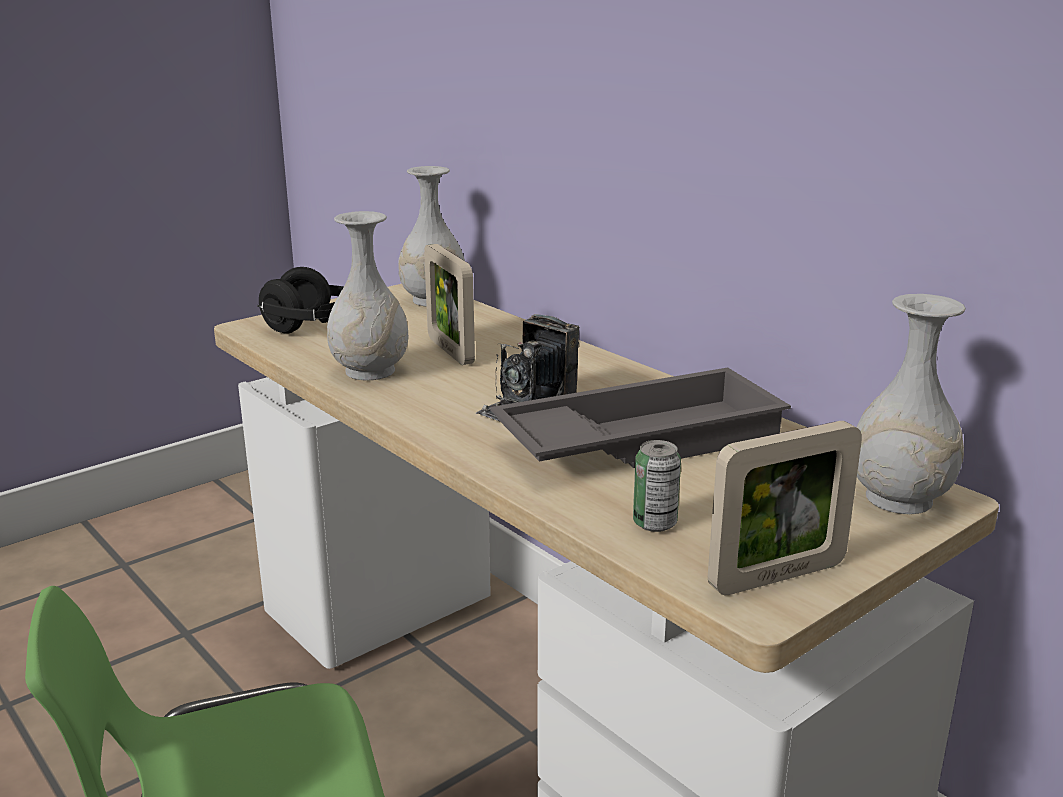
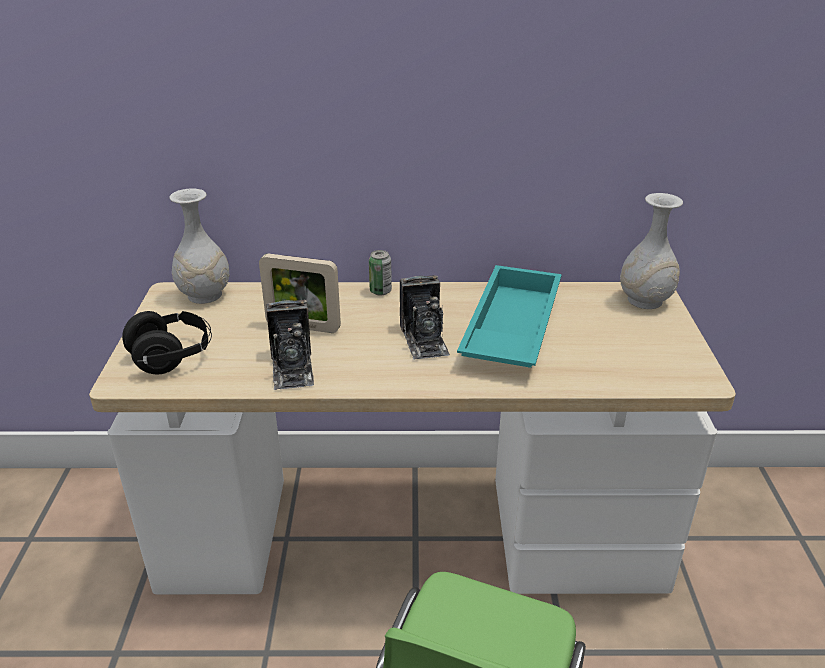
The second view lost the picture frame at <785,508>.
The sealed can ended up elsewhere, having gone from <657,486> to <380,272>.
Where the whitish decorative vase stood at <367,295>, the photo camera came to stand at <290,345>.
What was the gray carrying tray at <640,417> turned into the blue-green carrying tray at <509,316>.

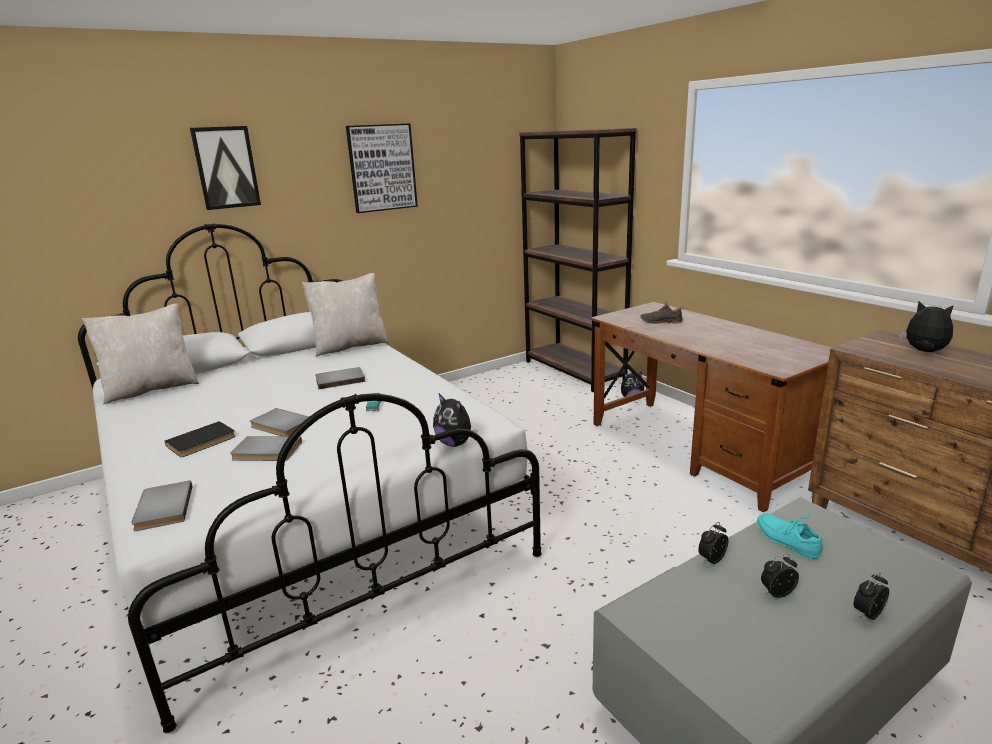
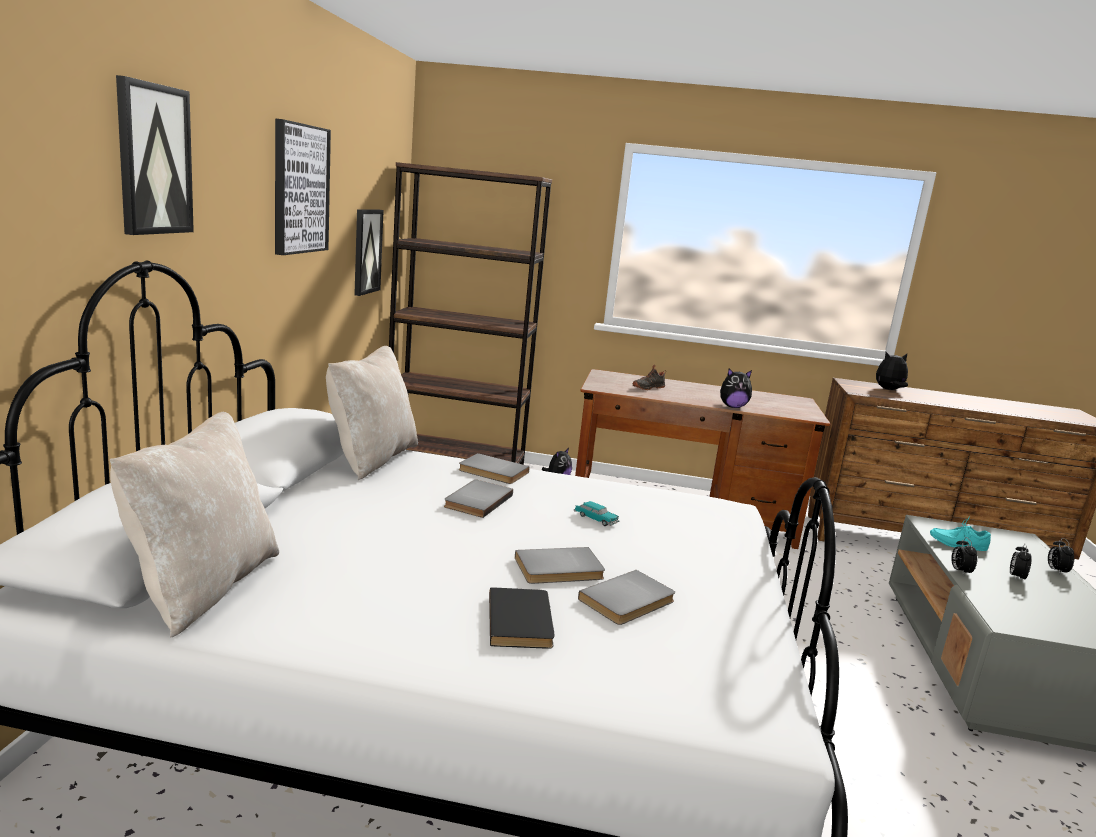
The second view gained the picture at <369,253>.
The gray bound book ended up elsewhere, having gone from <161,505> to <494,468>.
The soft toy ended up elsewhere, having gone from <455,420> to <736,388>.

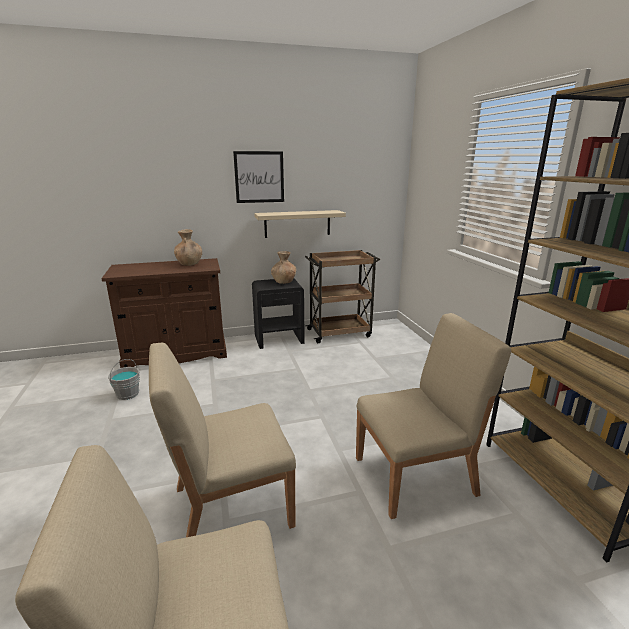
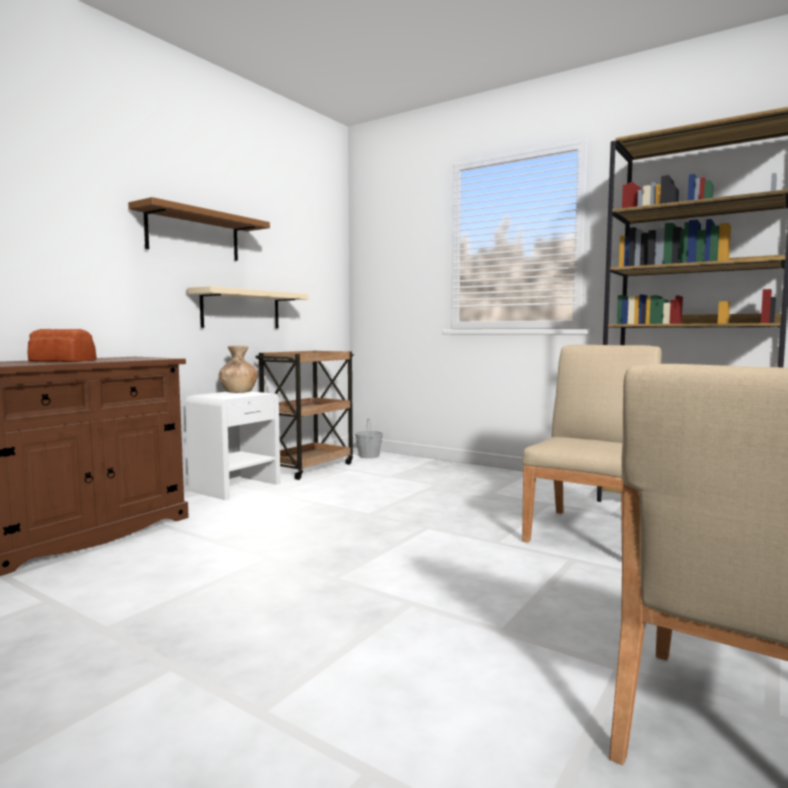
The second view lost the sand-coloured plain chair at <222,440>.
The second view lost the brownish decorative vase at <188,247>.
The second view gained the bread at <62,345>.
The gray bucket ended up elsewhere, having gone from <124,379> to <369,438>.
Where the picture hung at <258,177>, the brownish wall shelf came to hang at <199,229>.
What was the black bedside table at <278,314> turned into the whitish bedside table at <233,445>.

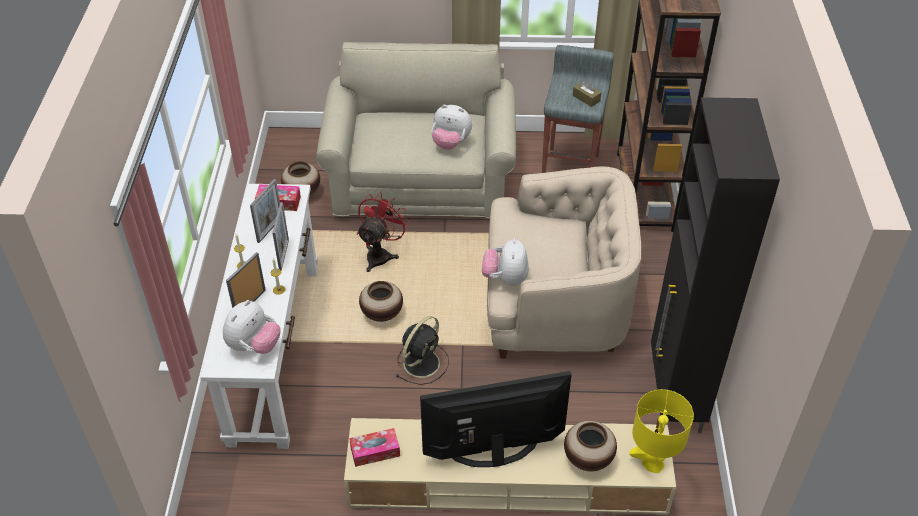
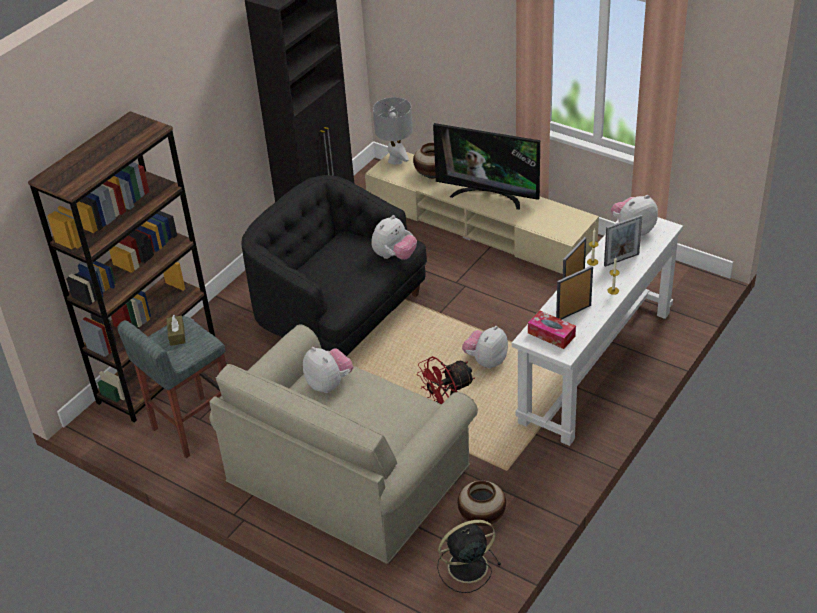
The second view lost the tissue box at <374,447>.
The black electric fan ended up elsewhere, having gone from <422,350> to <469,556>.
Where the decorative vase stood at <381,301>, the soft toy came to stand at <485,347>.
What was the sand-coloured armchair at <564,262> turned into the black armchair at <334,265>.
What was the yellow lamp for a table at <661,431> turned into the gray lamp for a table at <393,131>.

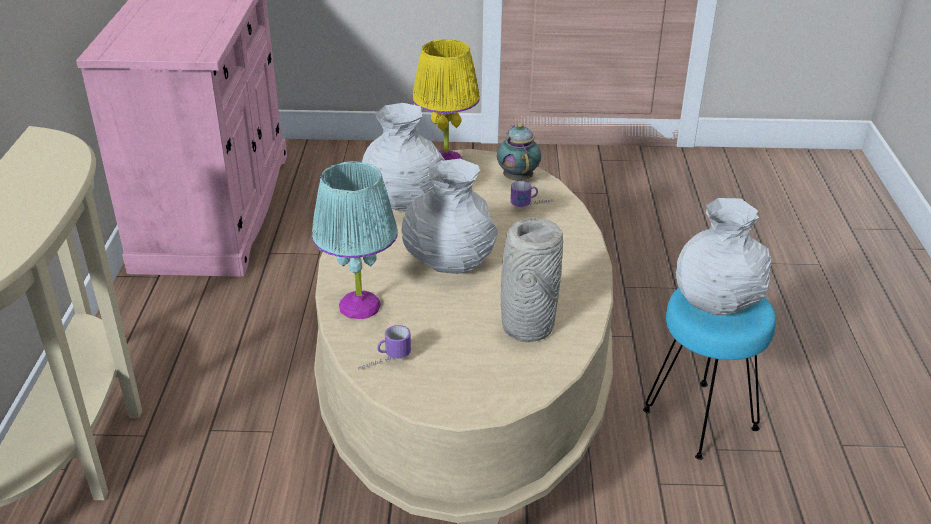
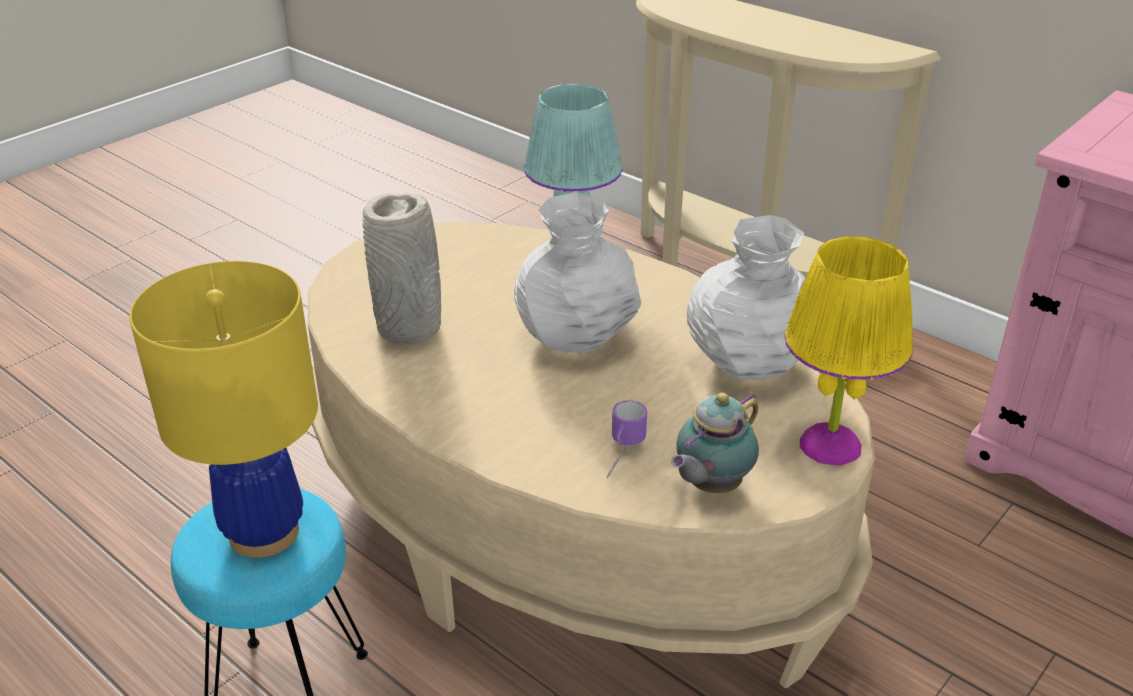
The second view lost the tea mug at <384,347>.
Where the whitish decorative vase stood at <724,257>, the yellow lamp for a table came to stand at <223,409>.
The pot for tea at <519,152> ended up facing another way, 105 degrees clockwise from before.

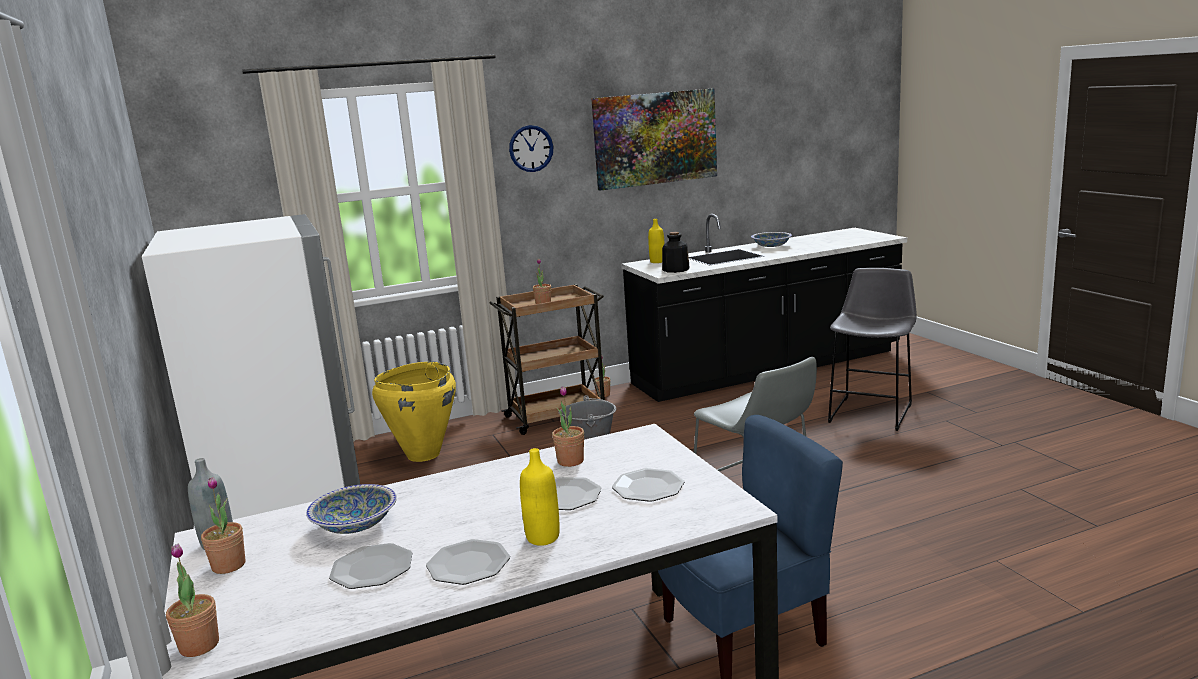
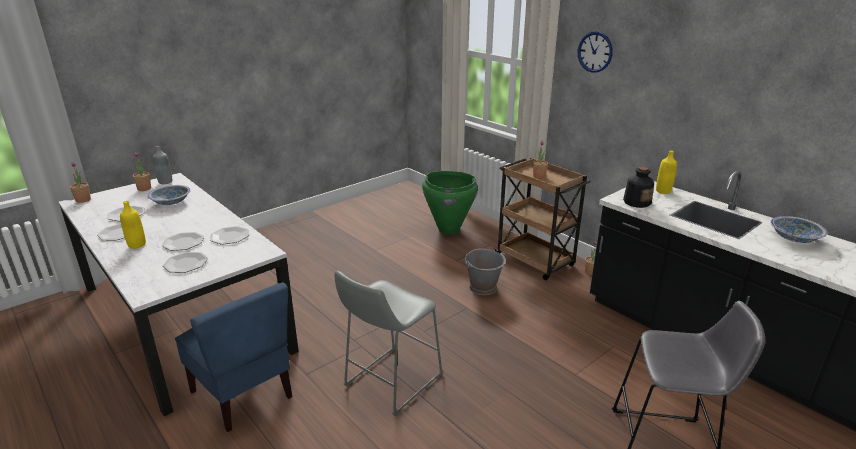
The second view lost the whitish refrigerator at <251,367>.
The second view lost the picture at <654,139>.
Where the potted plant stood at <568,426>, the flat dish came to stand at <229,235>.
What was the yellow decorative vase at <414,411> turned into the green-coloured decorative vase at <450,203>.

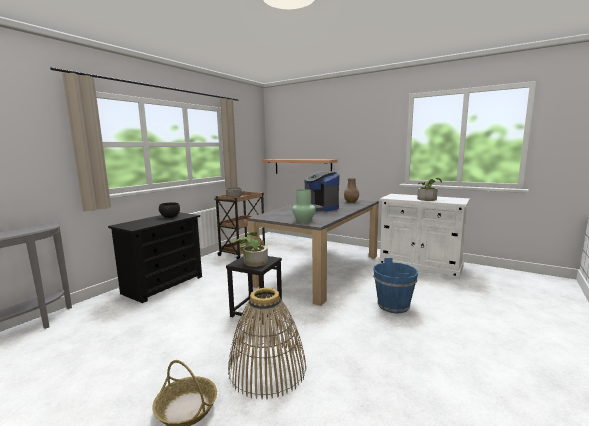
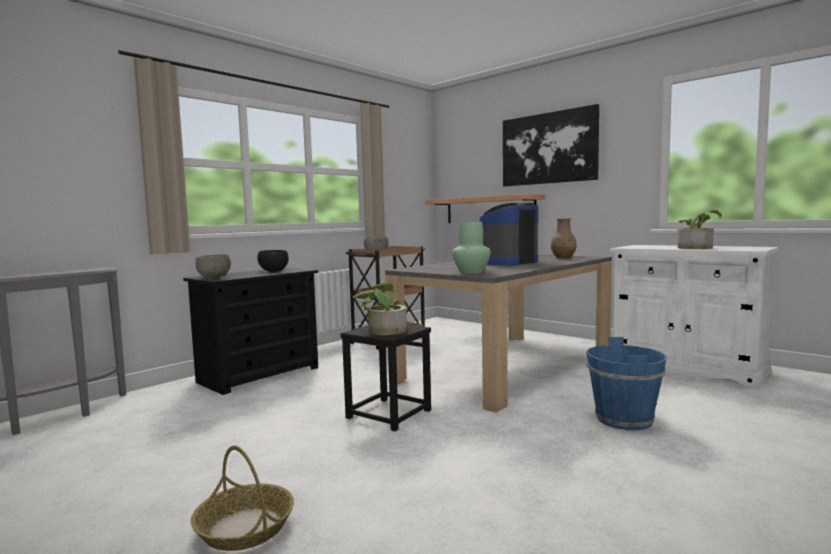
The second view lost the storage basket at <267,344>.
The second view gained the gray bowl at <213,266>.
The second view gained the picture at <551,145>.
The coffee machine at <321,191> ended up facing another way, 75 degrees clockwise from before.

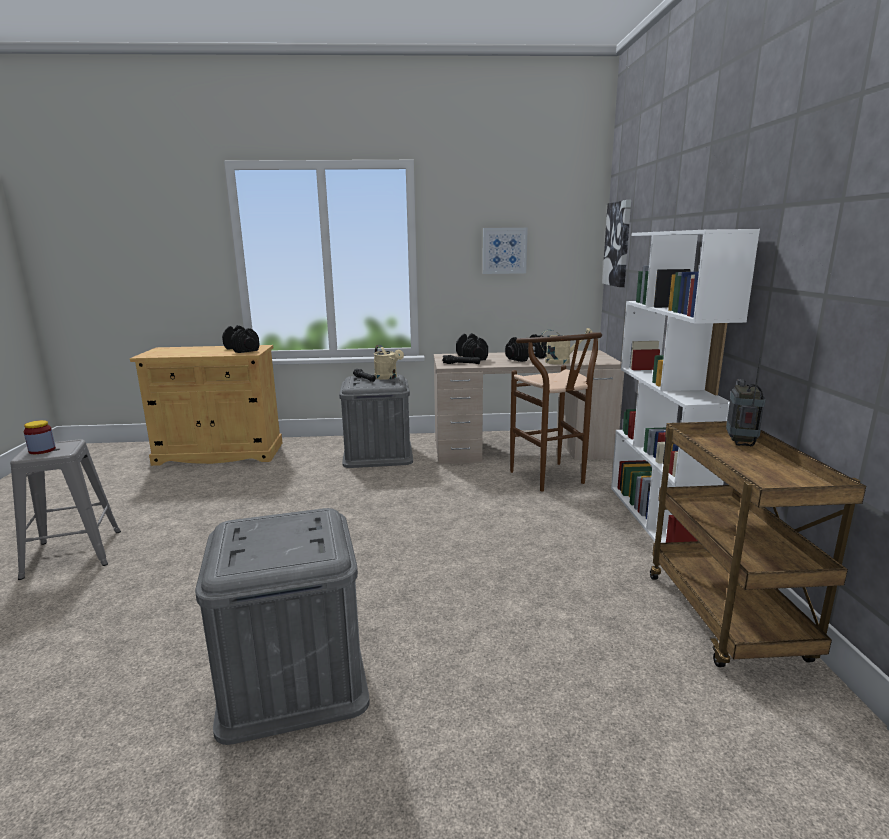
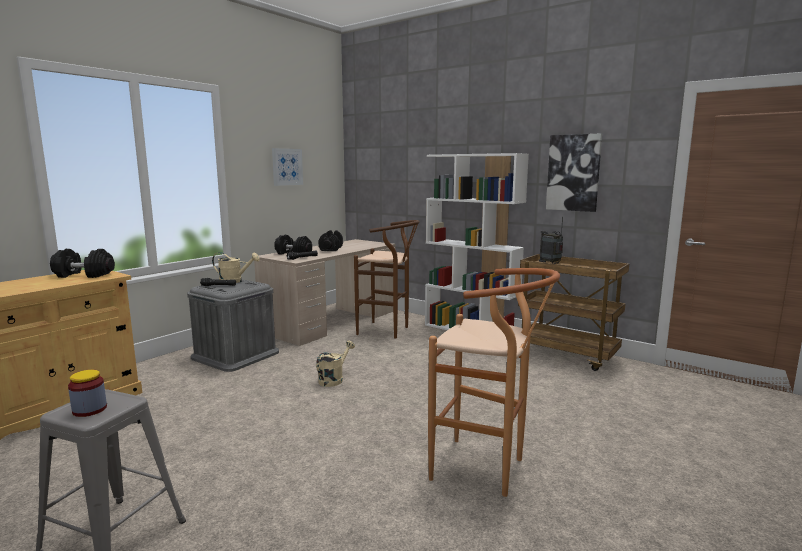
The sand-coloured watering can ended up elsewhere, having gone from <566,346> to <335,364>.
The picture ended up elsewhere, having gone from <616,243> to <574,172>.
Where the gray storage box stood at <282,626>, the brownish stool came to stand at <494,382>.

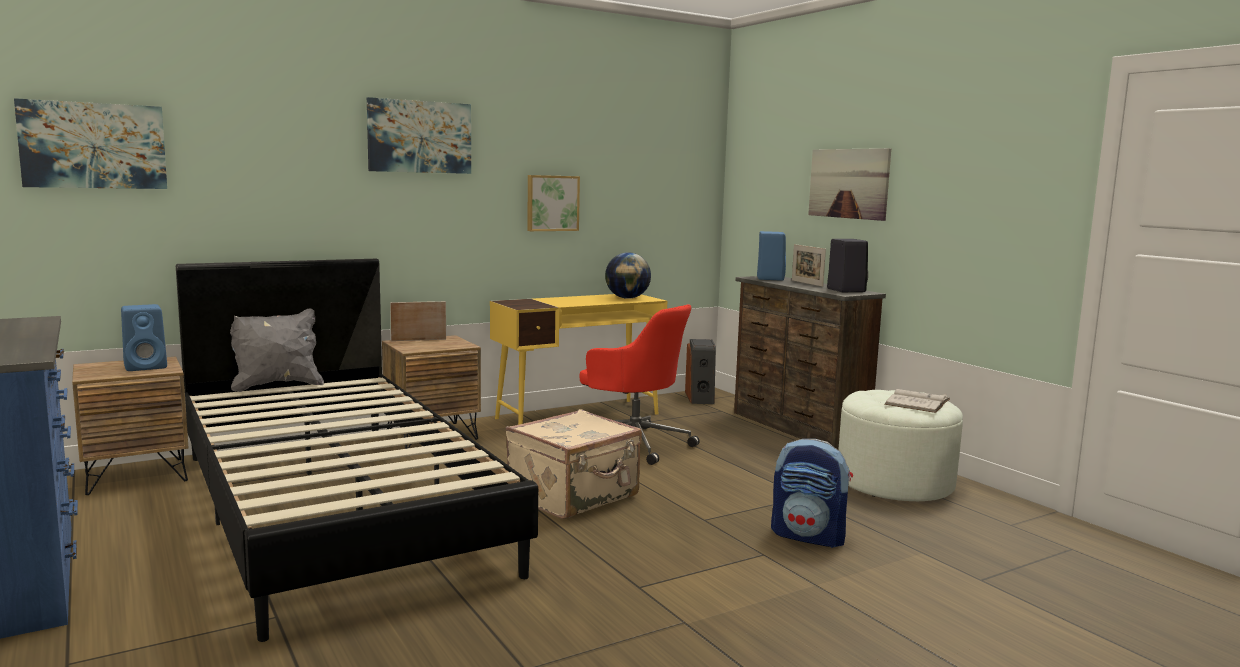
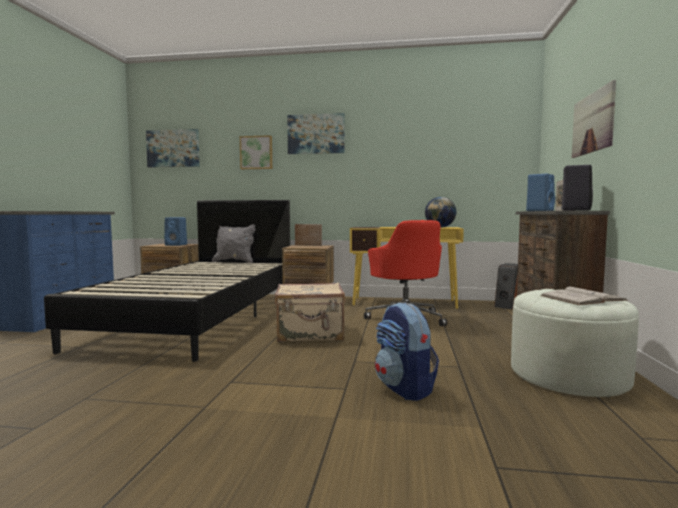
The picture ended up elsewhere, having gone from <553,203> to <256,152>.

